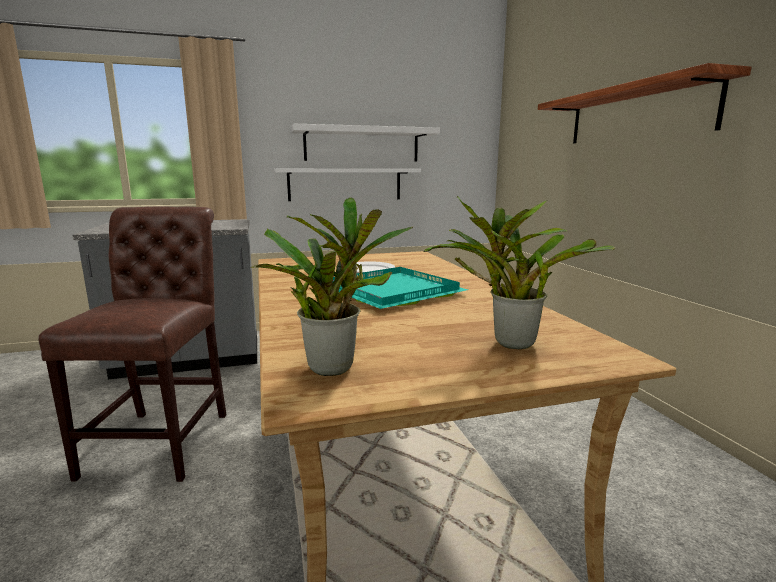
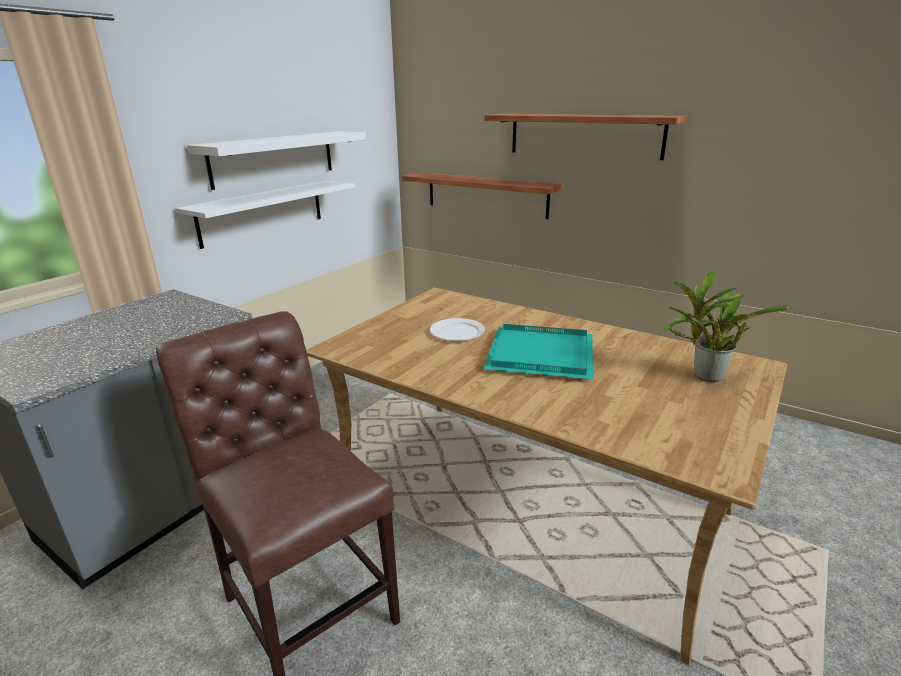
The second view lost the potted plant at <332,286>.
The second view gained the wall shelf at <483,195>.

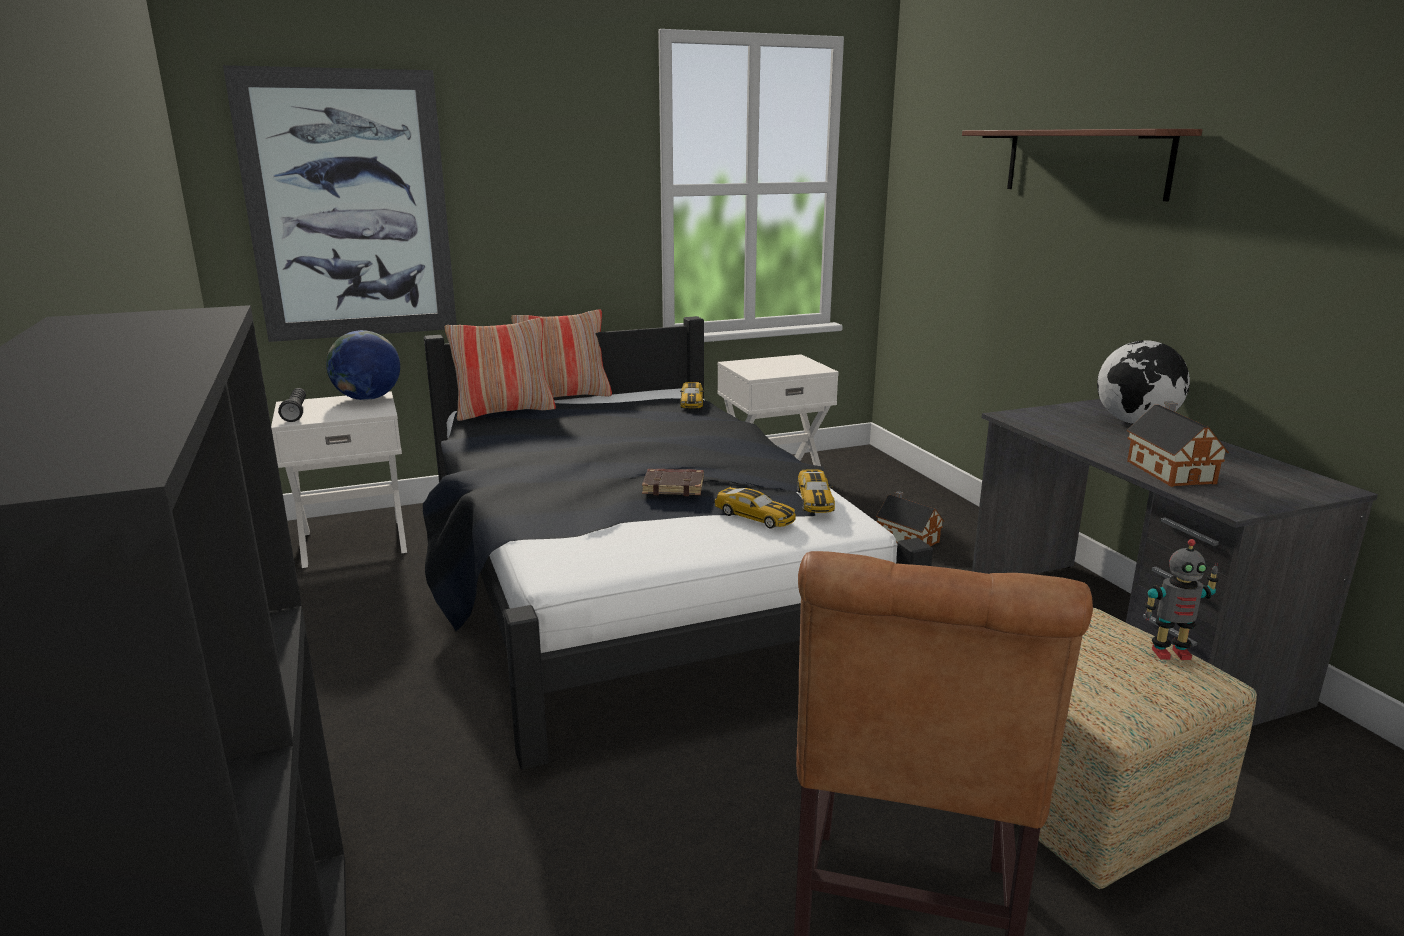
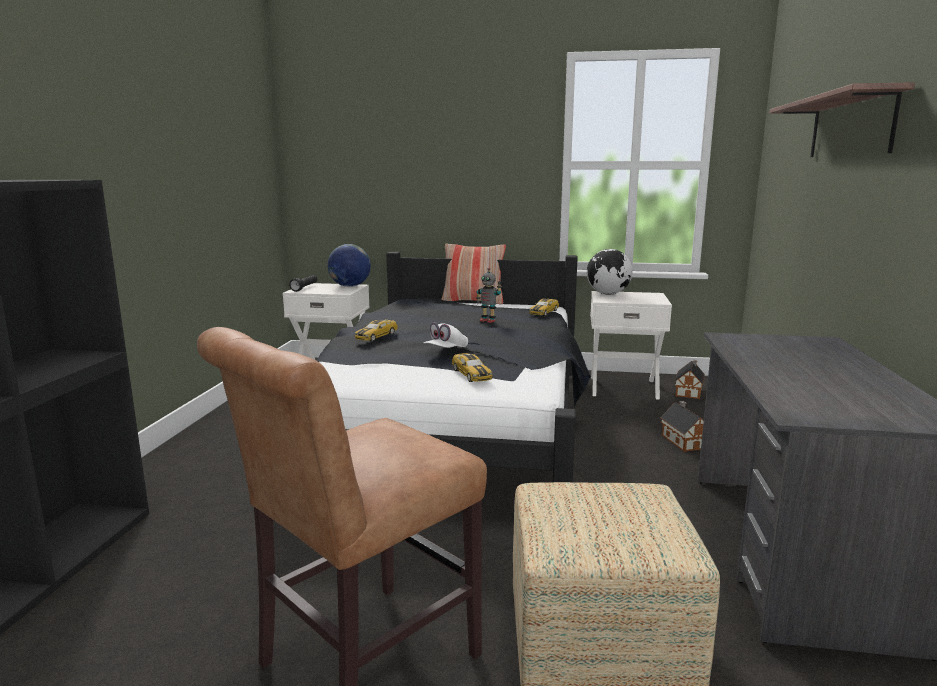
The second view lost the picture at <340,203>.
The second view lost the pillow at <500,369>.
The miniature car ended up elsewhere, having gone from <816,491> to <376,331>.
The desk globe ended up elsewhere, having gone from <1143,382> to <609,272>.
The toy house ended up elsewhere, having gone from <1178,444> to <690,379>.
The robot figure ended up elsewhere, having gone from <1181,599> to <489,295>.
Where the brownish bound book stood at <673,482>, the whitish baseball cap came to stand at <446,335>.

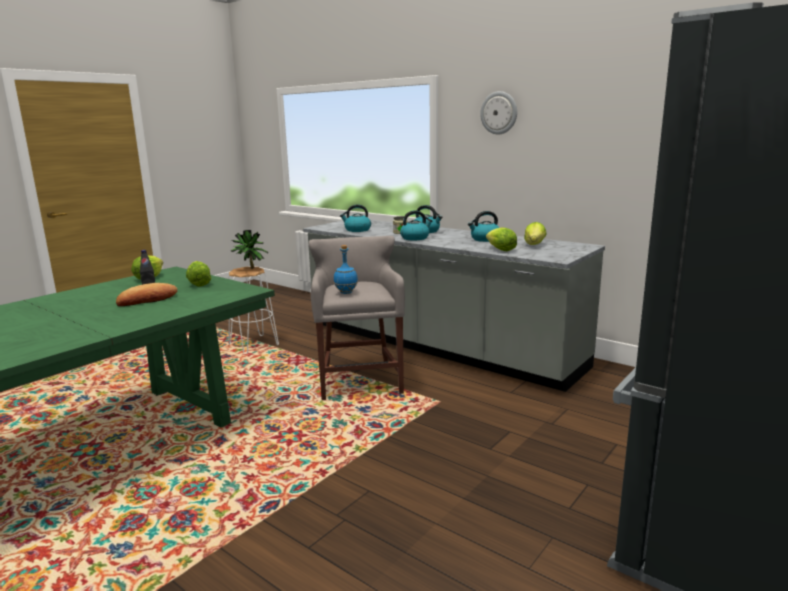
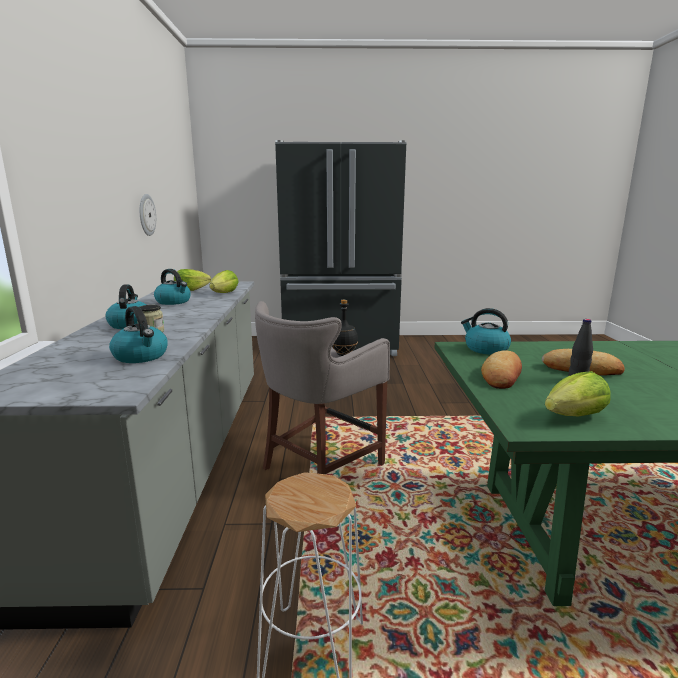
The second view lost the potted plant at <249,249>.
The tea kettle ended up elsewhere, having gone from <416,225> to <486,331>.
The clock on the wall ended up elsewhere, having gone from <498,113> to <148,215>.
Where the head of lettuce stood at <198,273>, the bread came to stand at <501,369>.
What was the blue-coloured beverage bottle at <346,269> turned into the black beverage bottle at <345,328>.

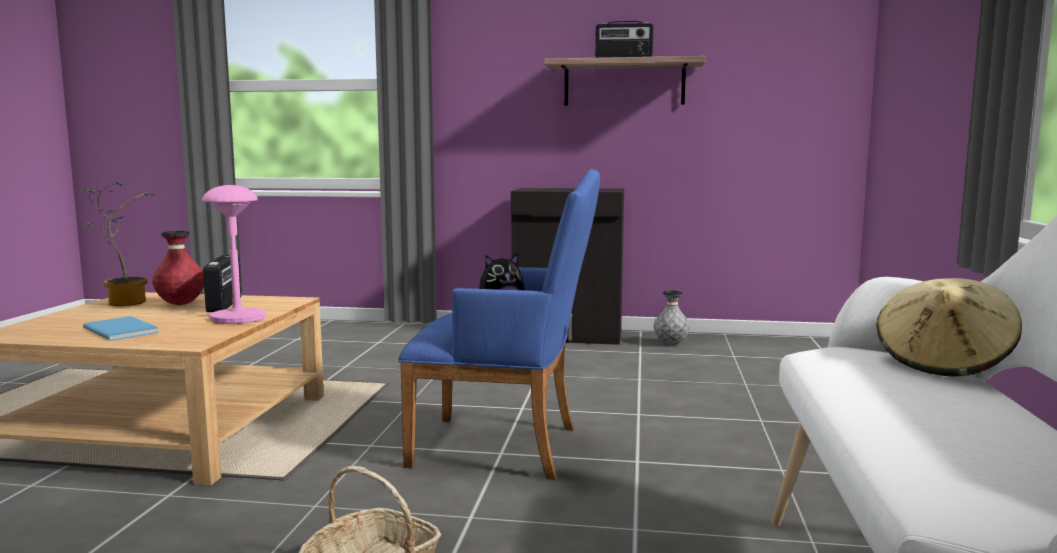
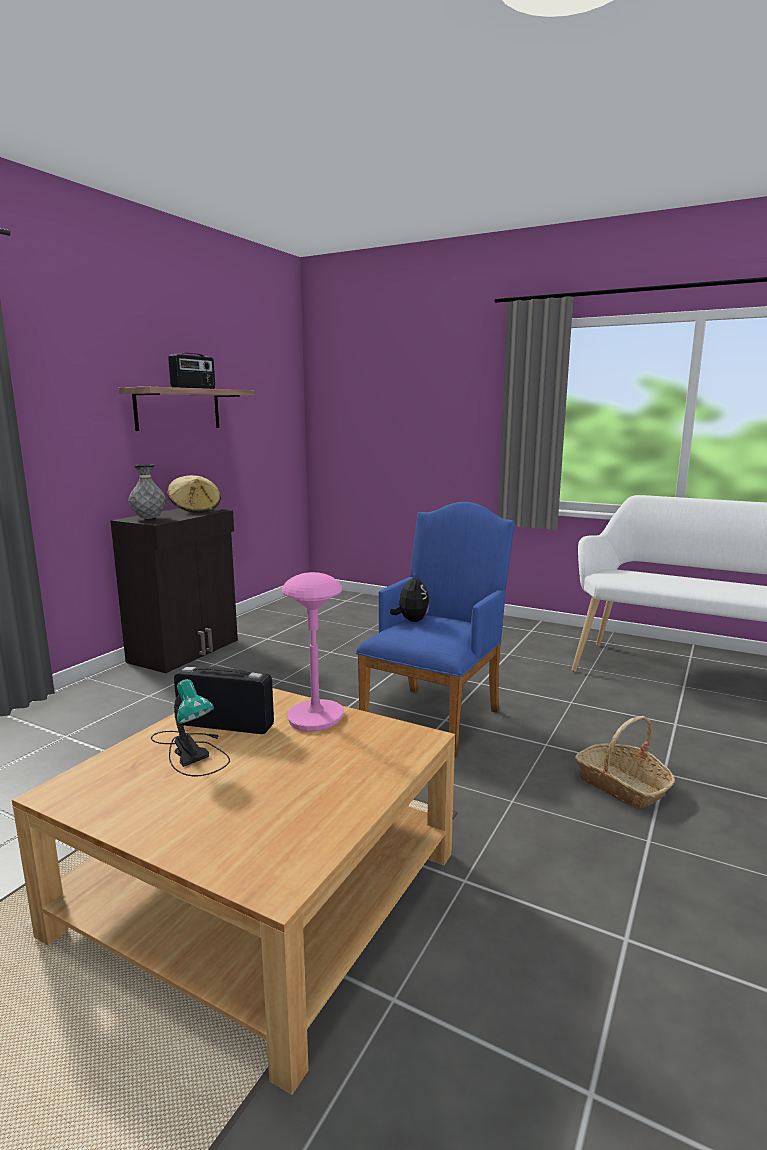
The second view lost the potted plant at <117,244>.
The second view lost the blue-coloured bound book at <121,328>.
The gray decorative vase ended up elsewhere, having gone from <672,317> to <147,491>.
The sand-coloured wearable hat ended up elsewhere, having gone from <949,327> to <194,494>.
Where the red-coloured decorative vase stood at <178,268>, the lamp for a table came to stand at <190,727>.

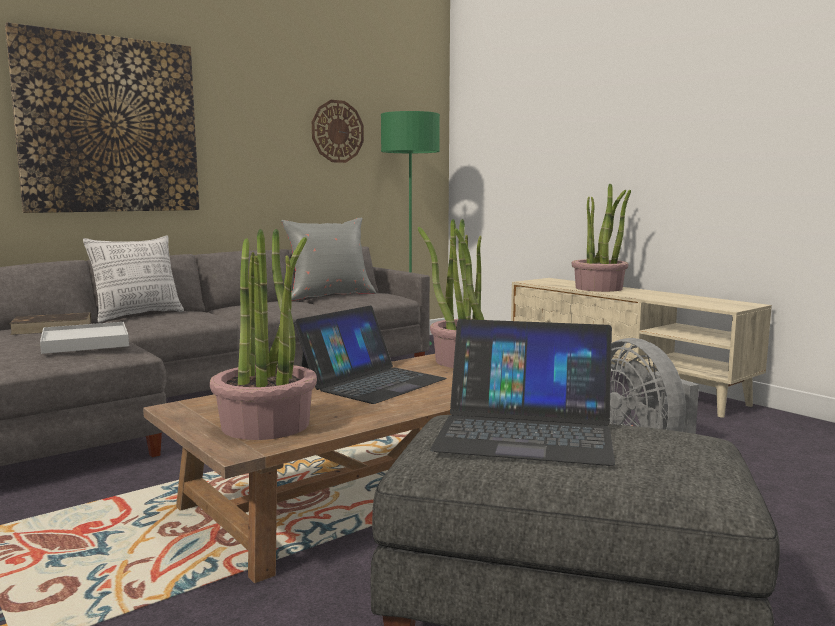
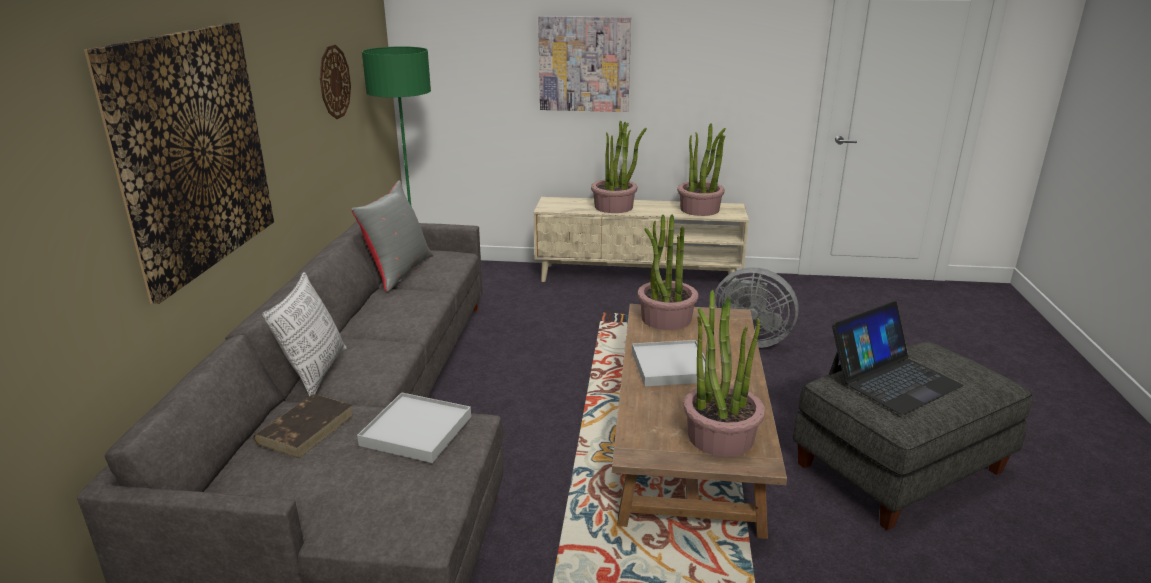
The second view gained the picture at <584,64>.
The second view gained the potted plant at <701,169>.
Where the laptop stood at <370,354>, the whitish carrying tray came to stand at <669,363>.

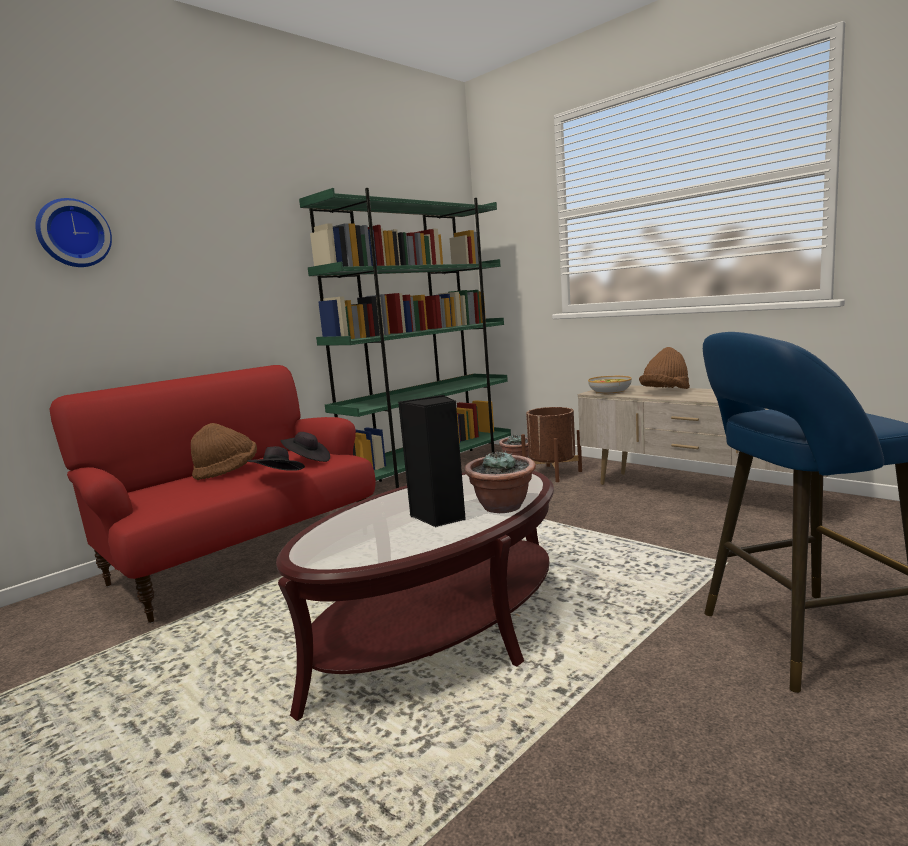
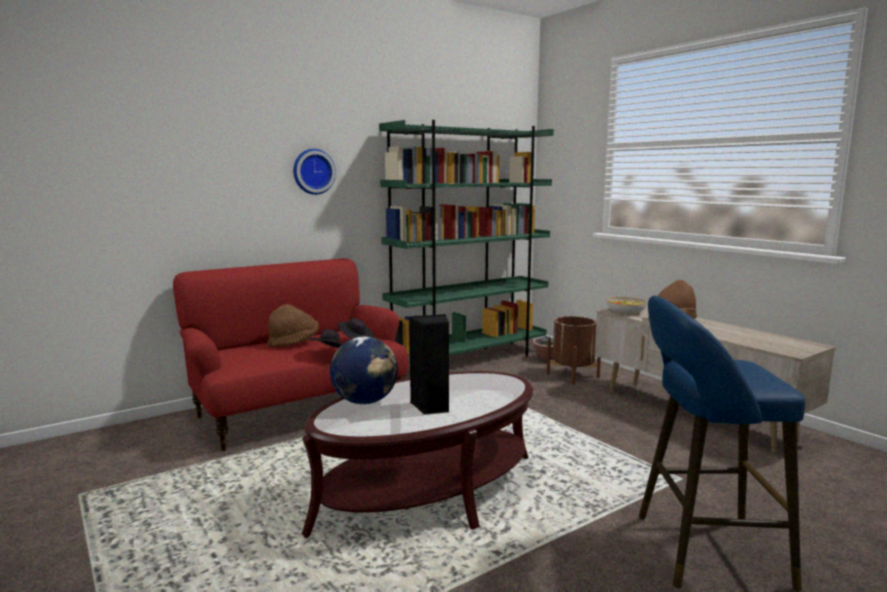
The second view lost the potted plant at <500,482>.
The second view gained the desk globe at <364,370>.
The clock on the wall ended up elsewhere, having gone from <73,232> to <314,172>.

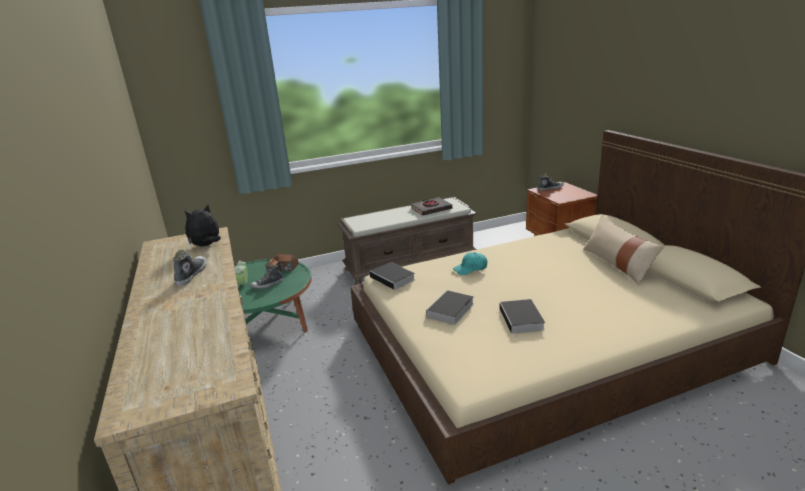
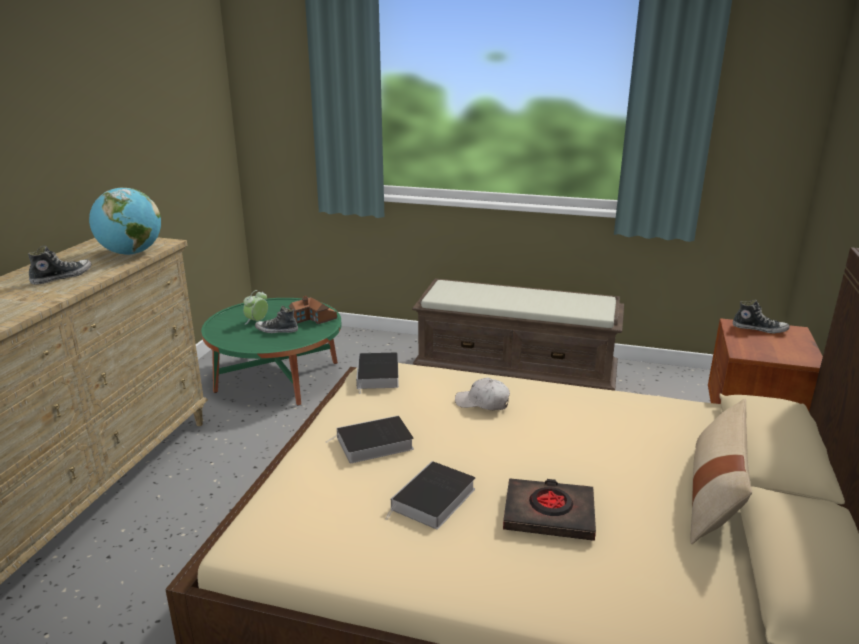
The black bound book ended up elsewhere, having gone from <431,206> to <549,509>.
Where the soft toy stood at <202,225>, the desk globe came to stand at <125,221>.
What was the blue-green baseball cap at <470,263> turned into the whitish baseball cap at <482,394>.

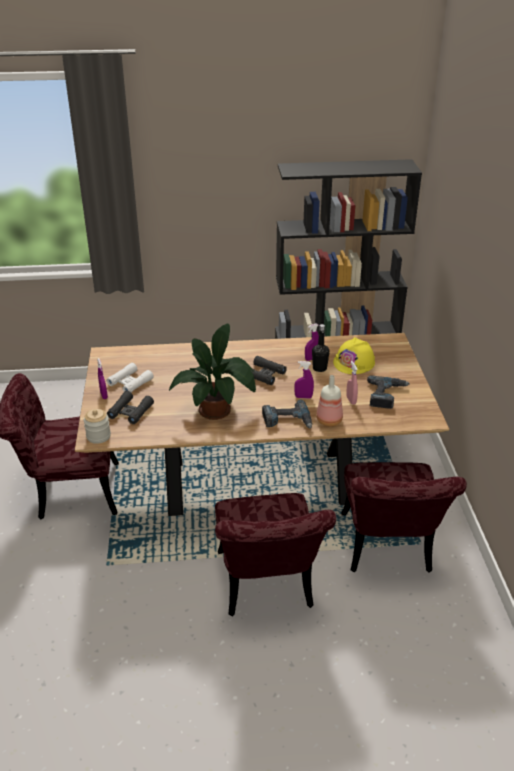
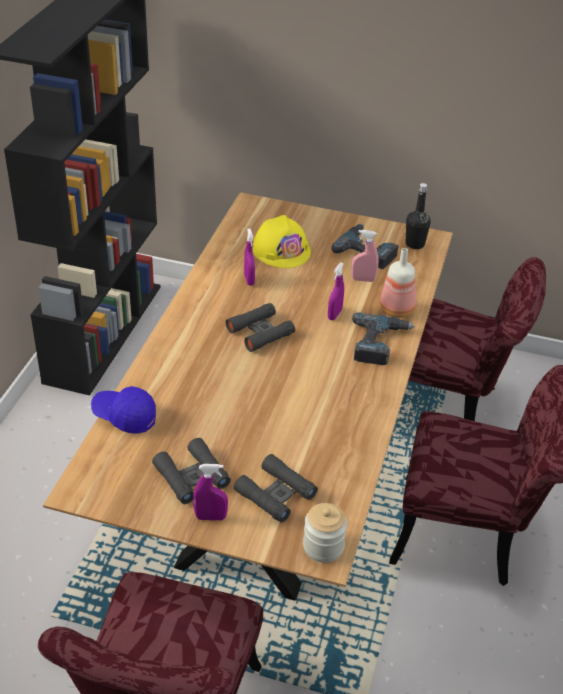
The second view lost the potted plant at <212,372>.
The second view gained the blue-coloured baseball cap at <123,410>.
The black beverage bottle ended up elsewhere, having gone from <321,348> to <418,216>.
What was the whitish binoculars at <130,377> turned into the black binoculars at <191,471>.

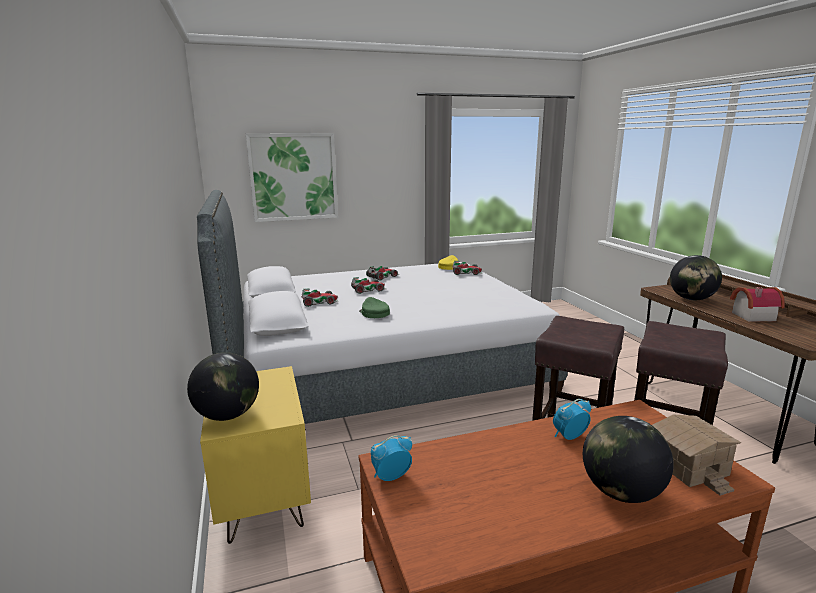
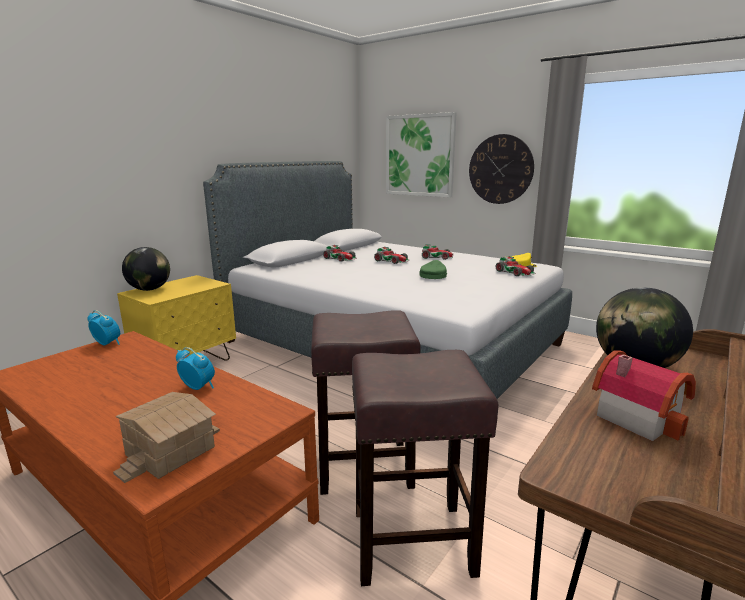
The second view lost the desk globe at <628,459>.
The second view gained the clock on the wall at <501,169>.
The green-coloured baseball cap ended up elsewhere, having gone from <374,307> to <433,269>.

